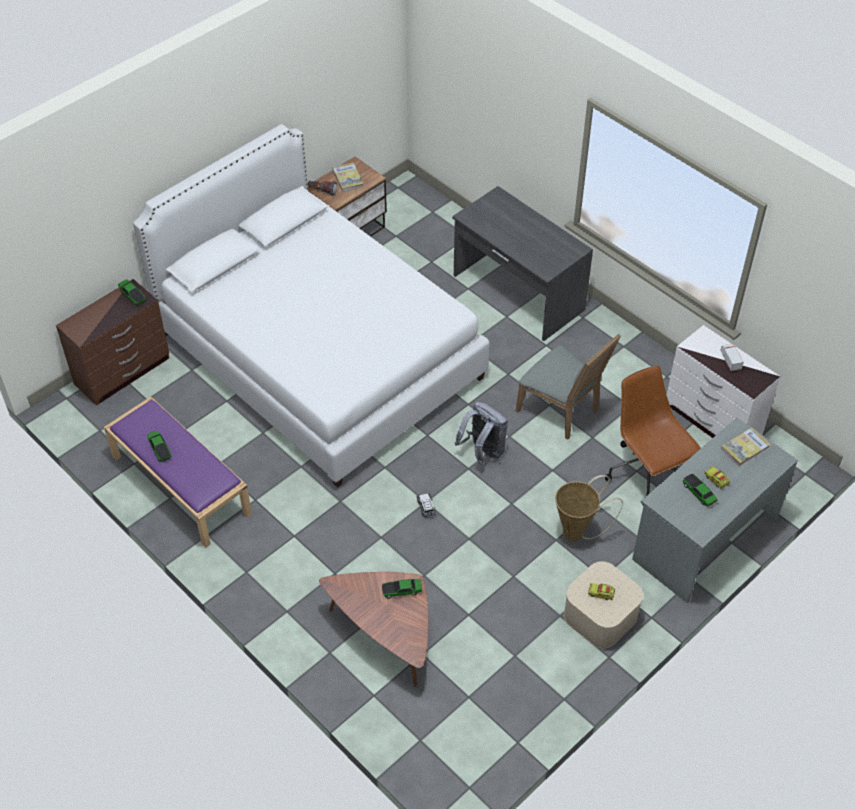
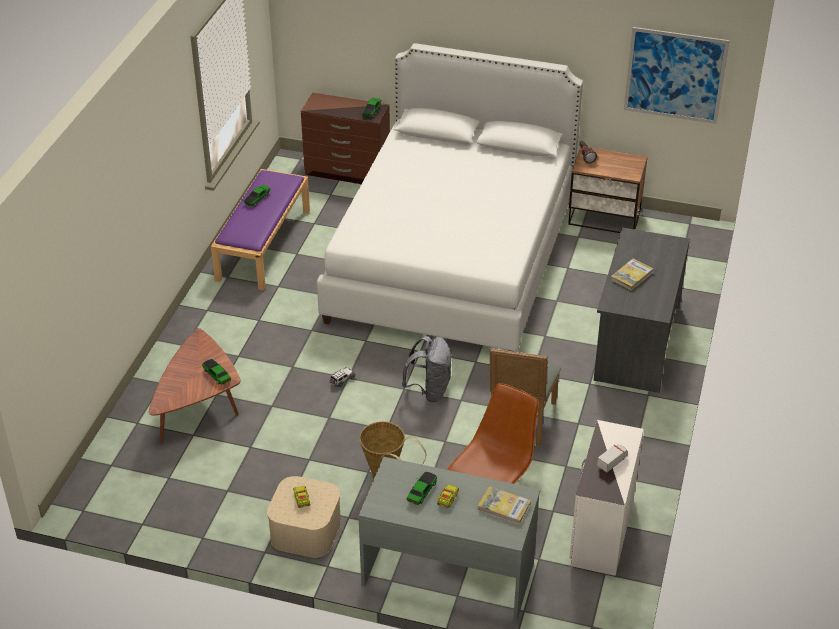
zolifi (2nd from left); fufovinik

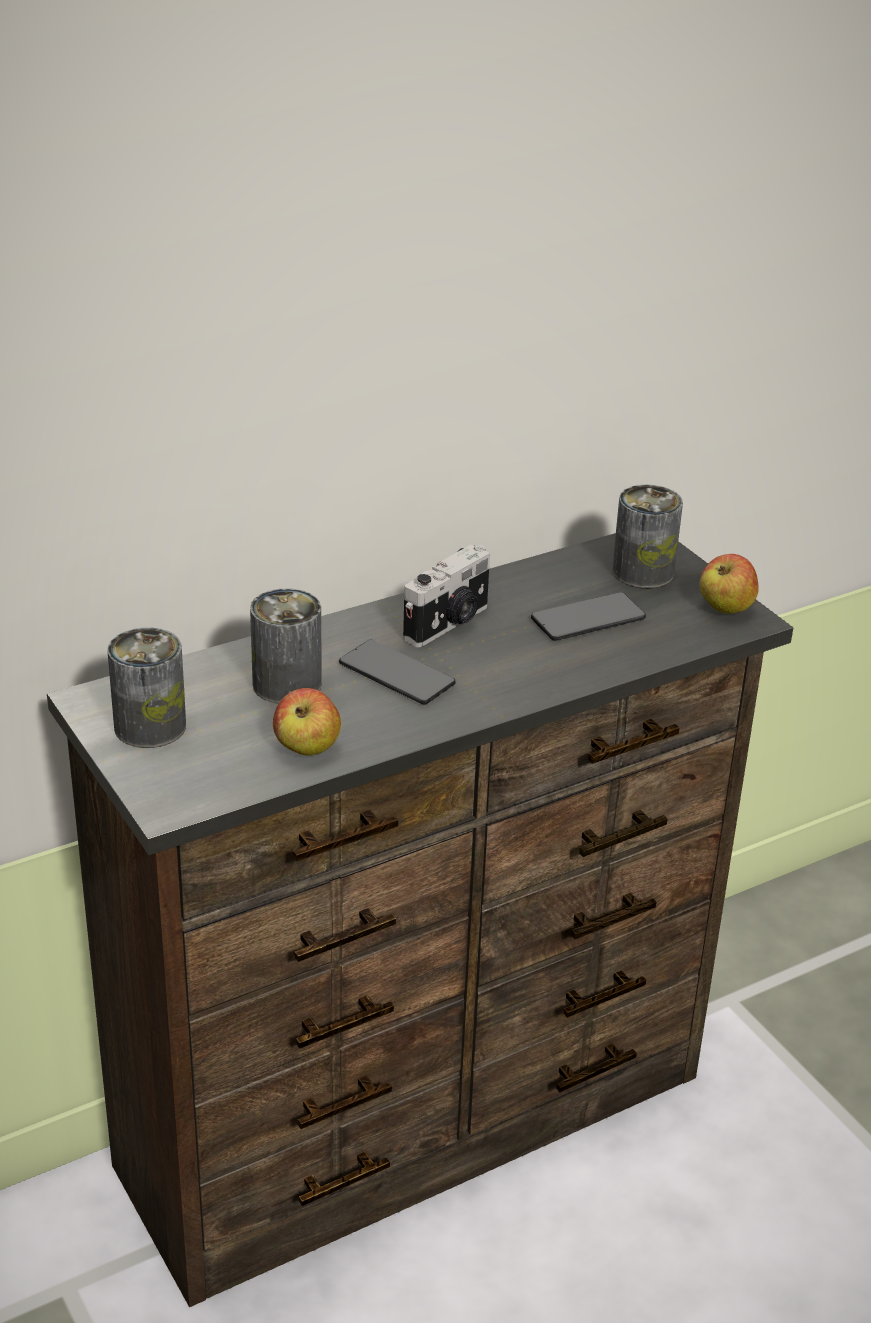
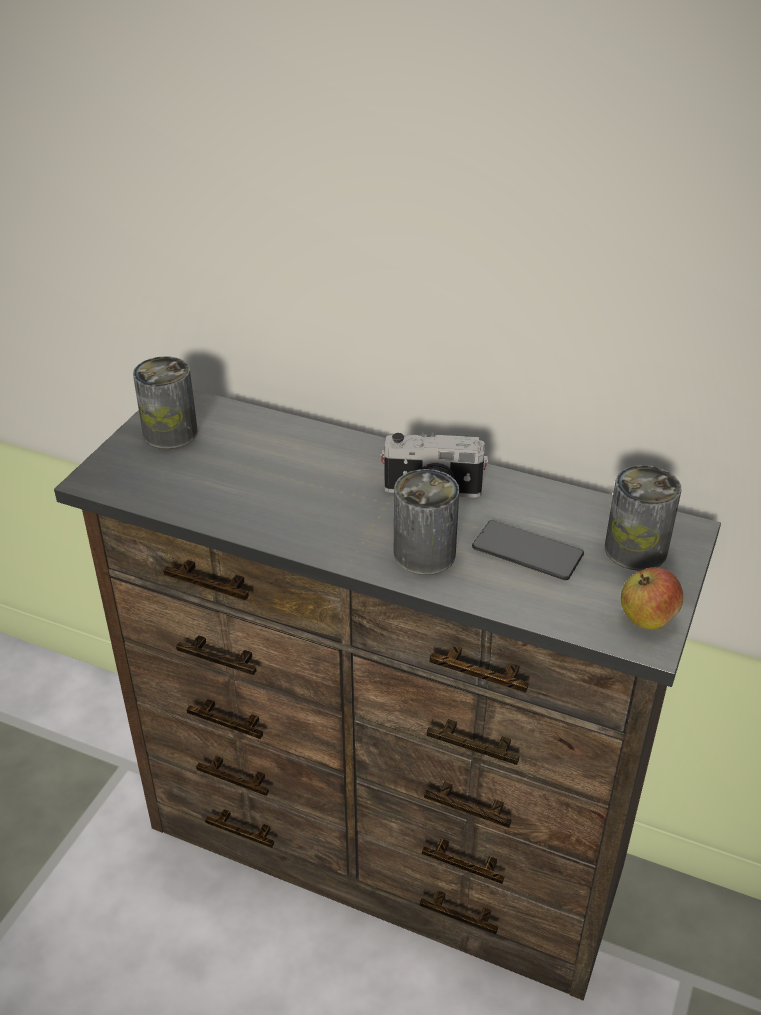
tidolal (2nd from left); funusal (1st from left in the first image); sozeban (1st from left in the first image)

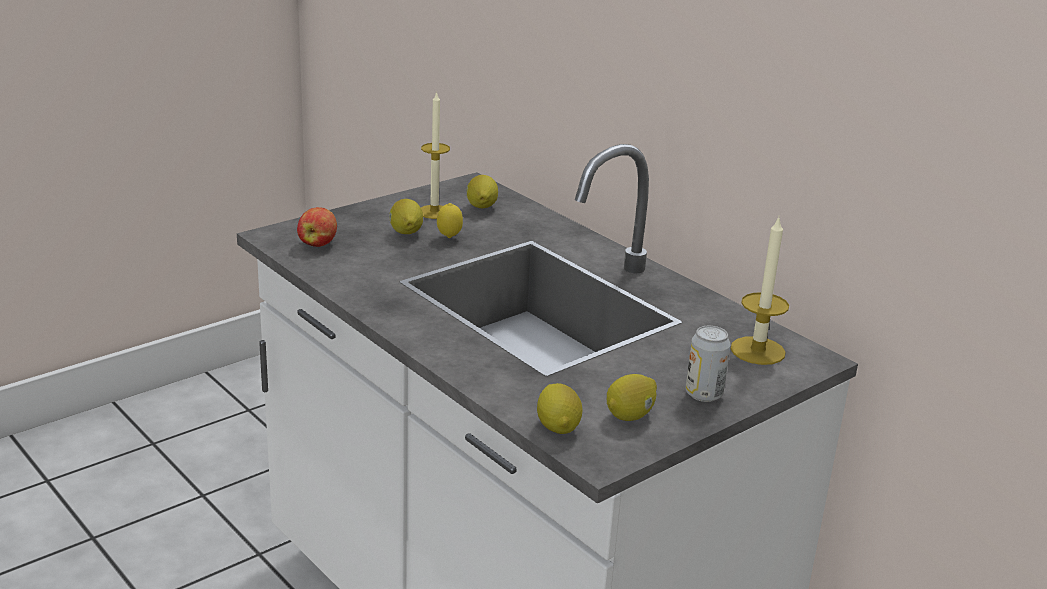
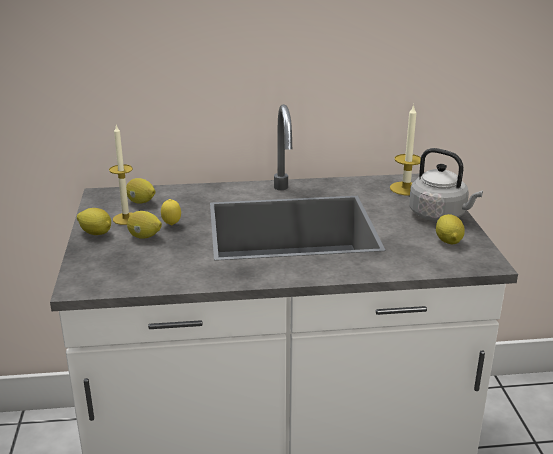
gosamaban (1st from left); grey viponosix; funusal

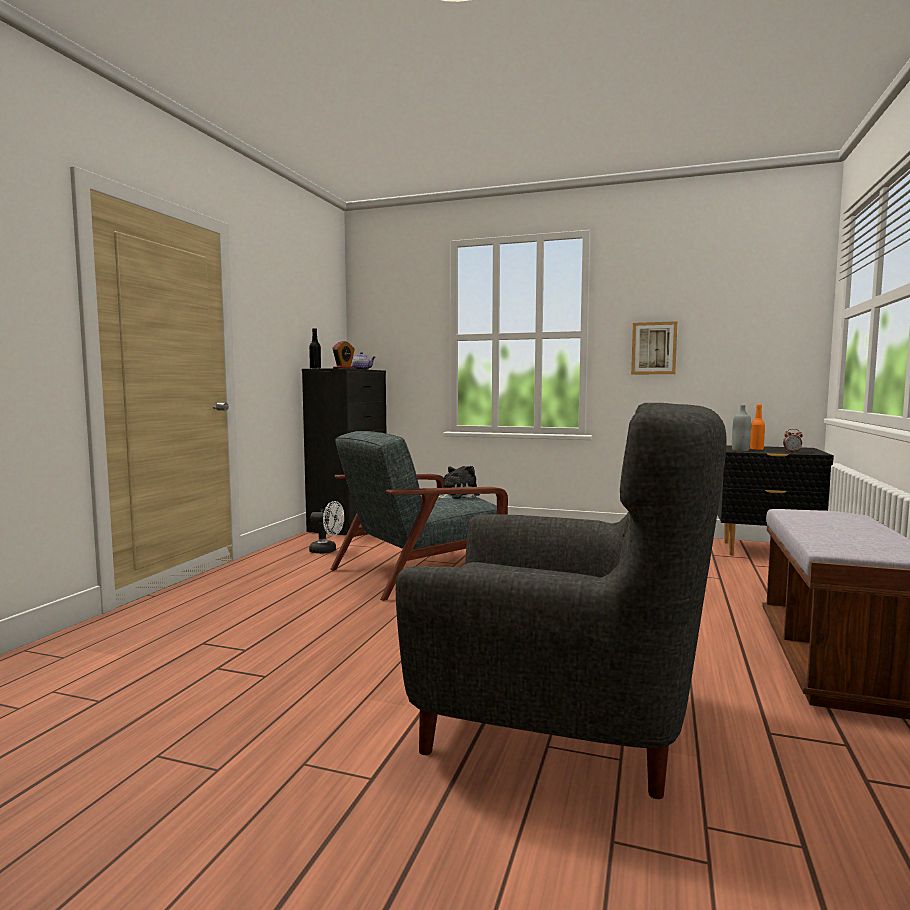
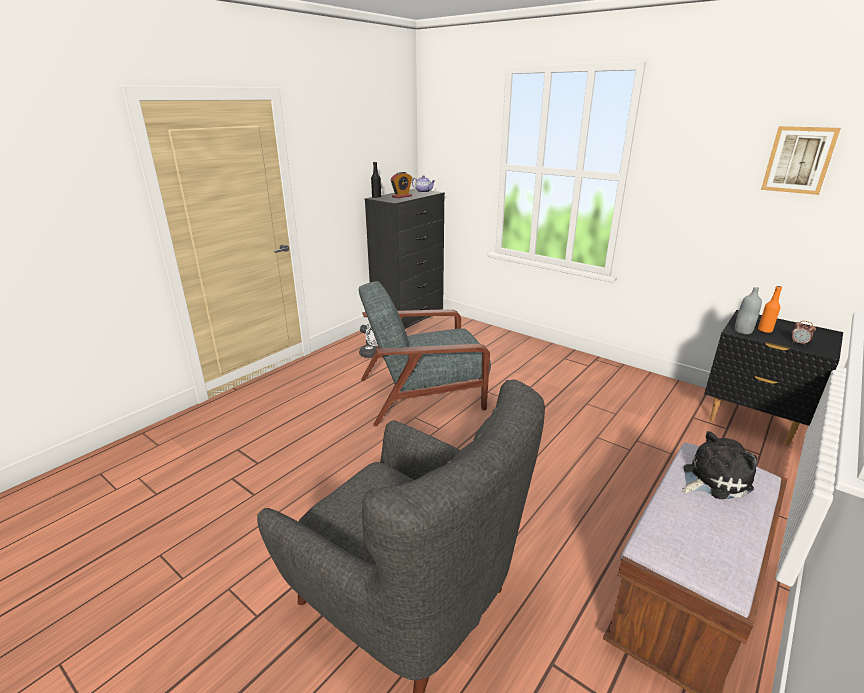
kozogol; fufovinik

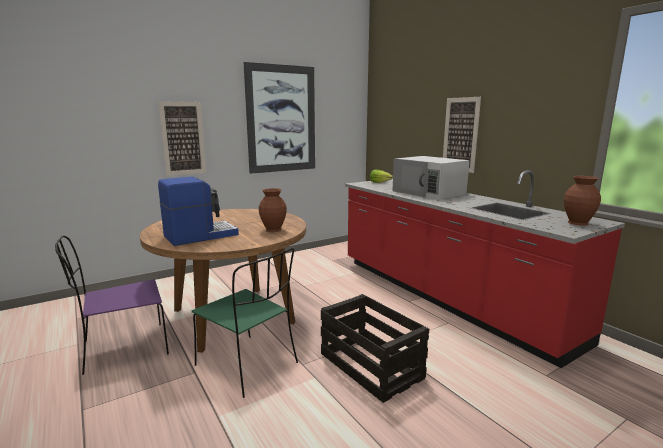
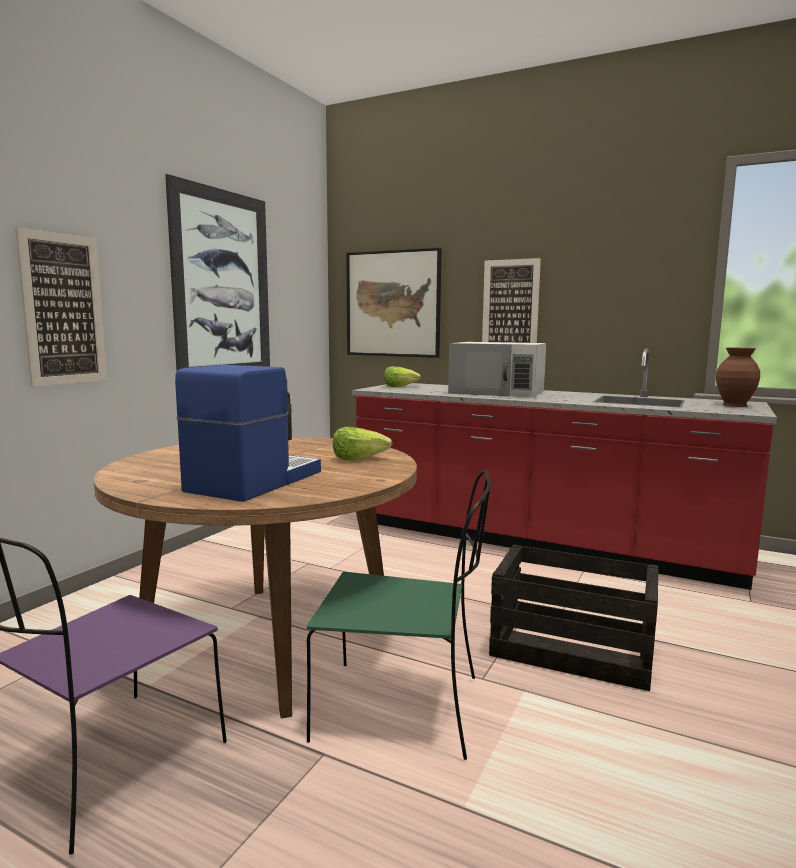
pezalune (1st from left); fufovinik (3rd from left)

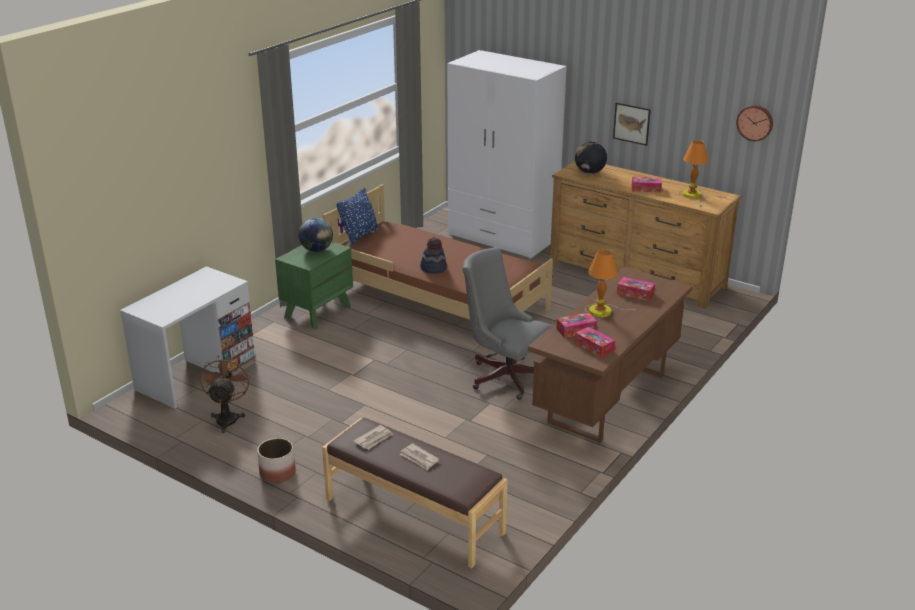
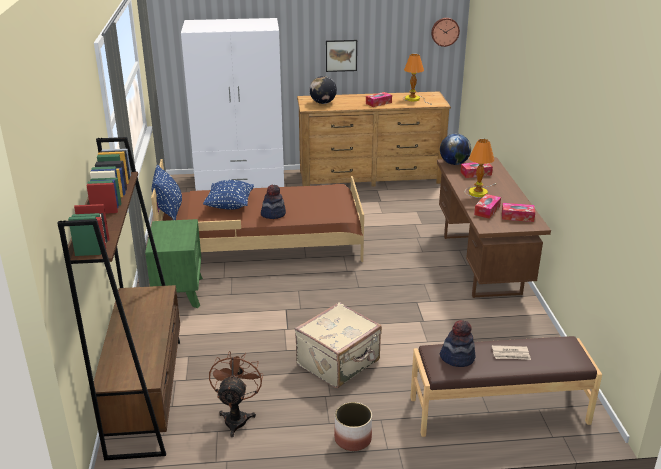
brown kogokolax; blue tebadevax (2nd from left); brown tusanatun; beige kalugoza; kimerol (2nd from left); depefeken (2nd from left); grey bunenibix

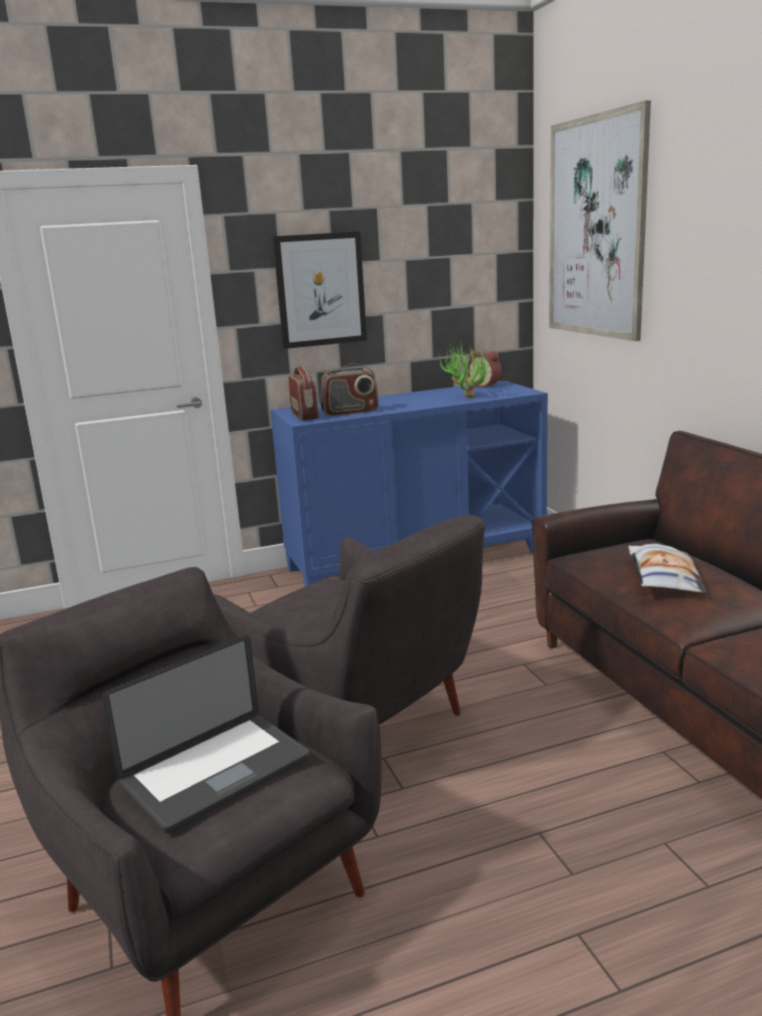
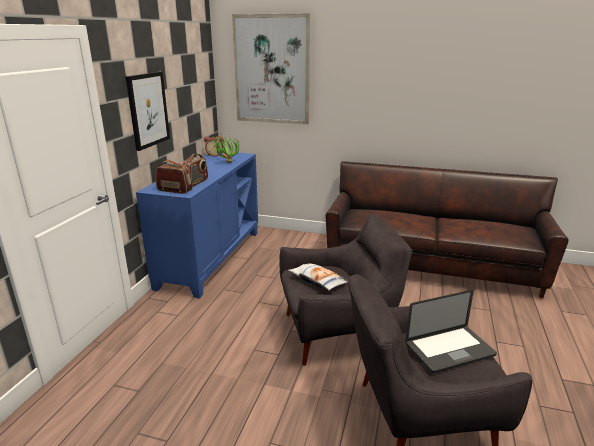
tebadevax; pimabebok

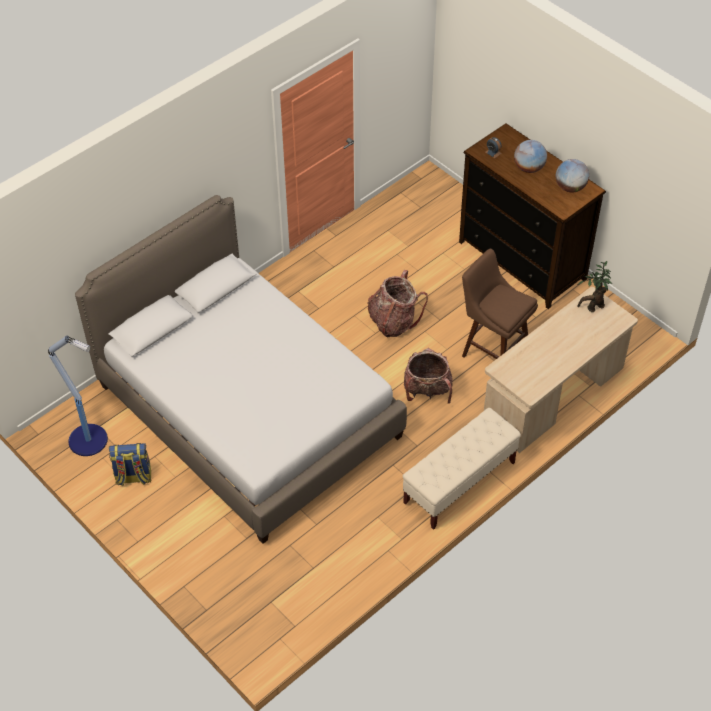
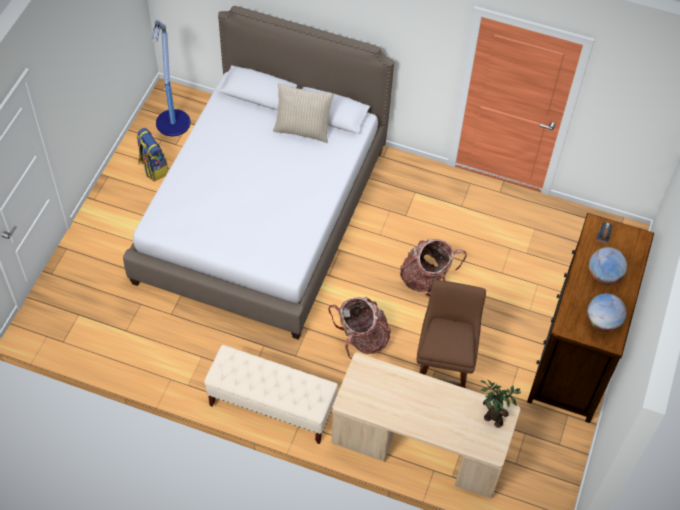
beige tebadevax

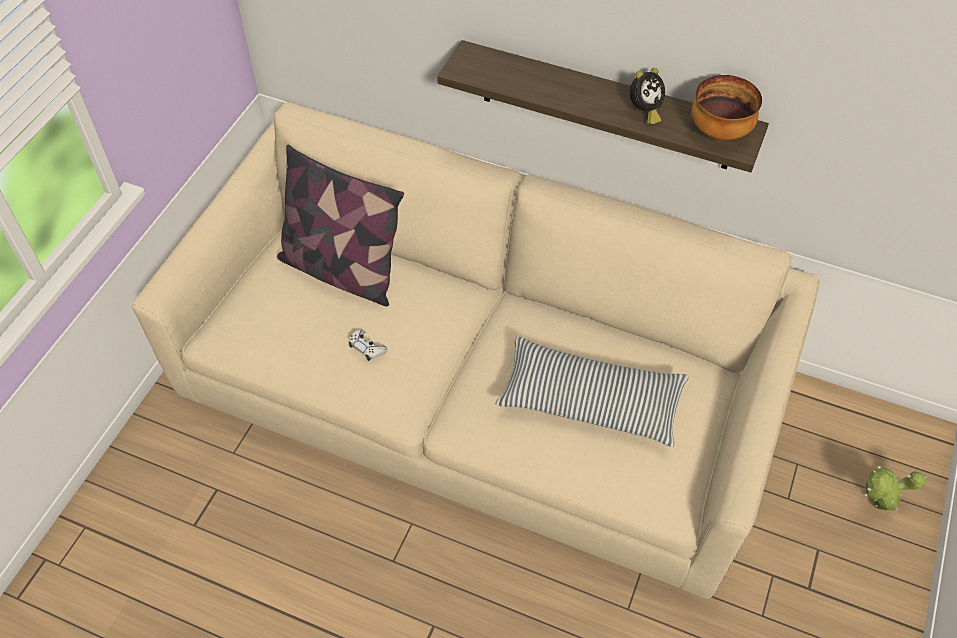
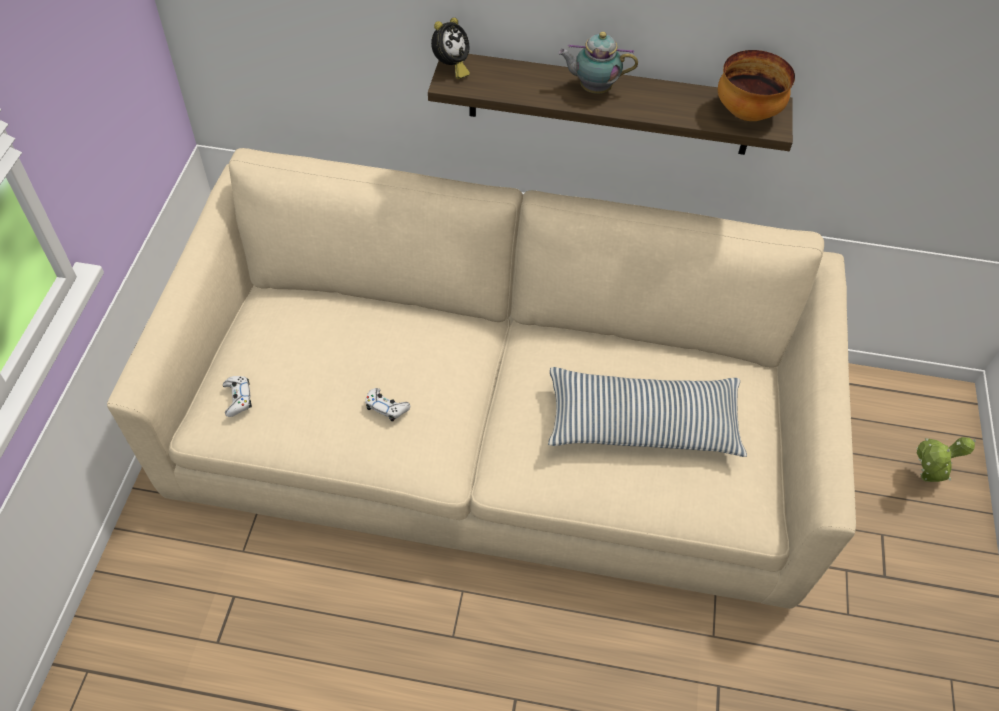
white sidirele (1st from left); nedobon; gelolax; tebadevax (1st from left in the first image)

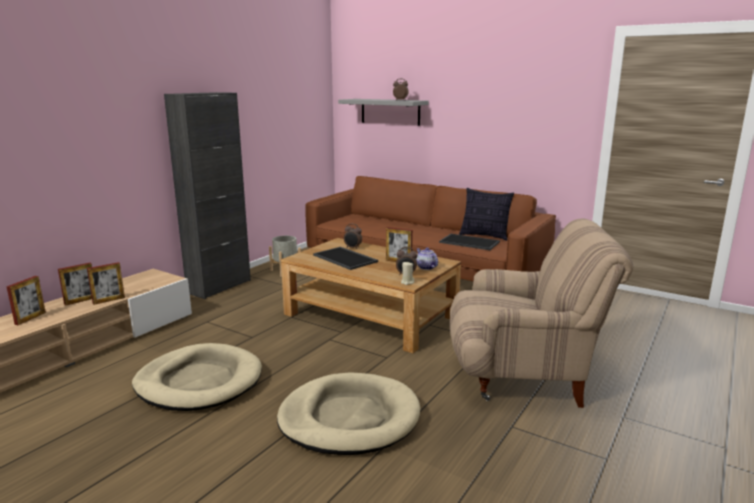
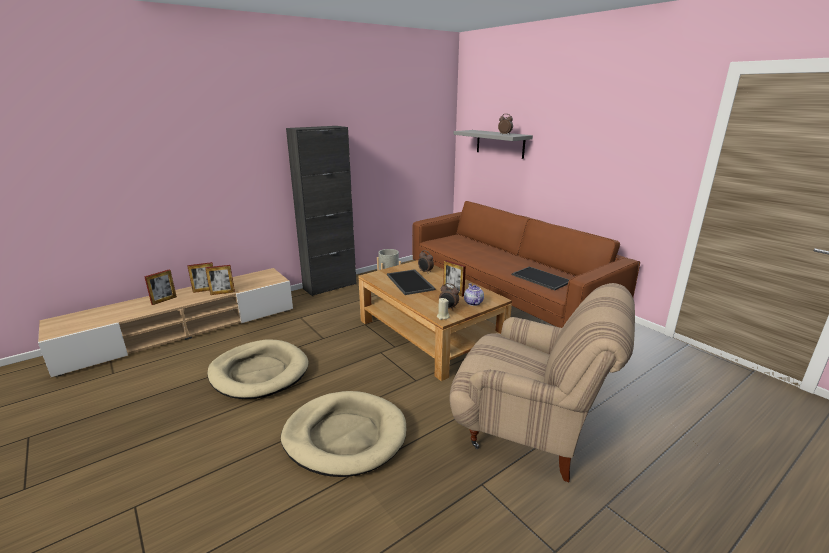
tebadevax

